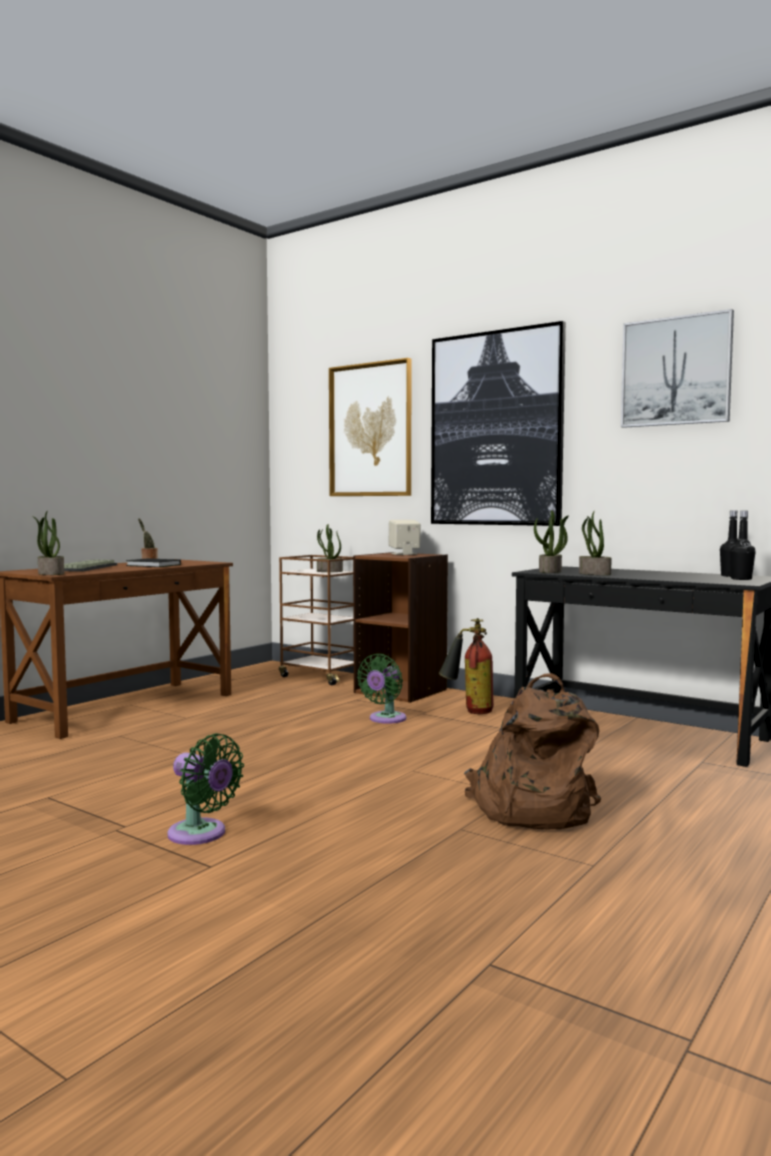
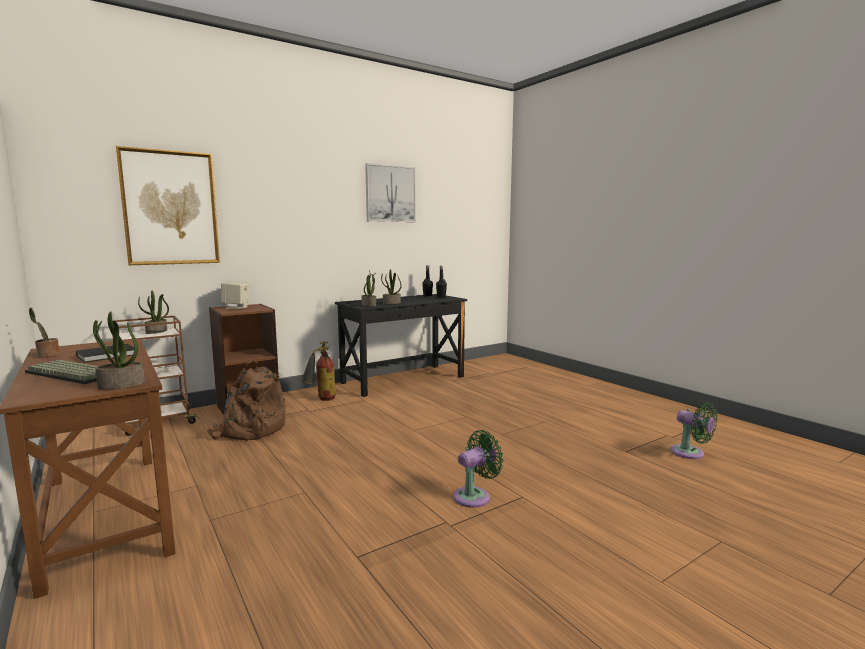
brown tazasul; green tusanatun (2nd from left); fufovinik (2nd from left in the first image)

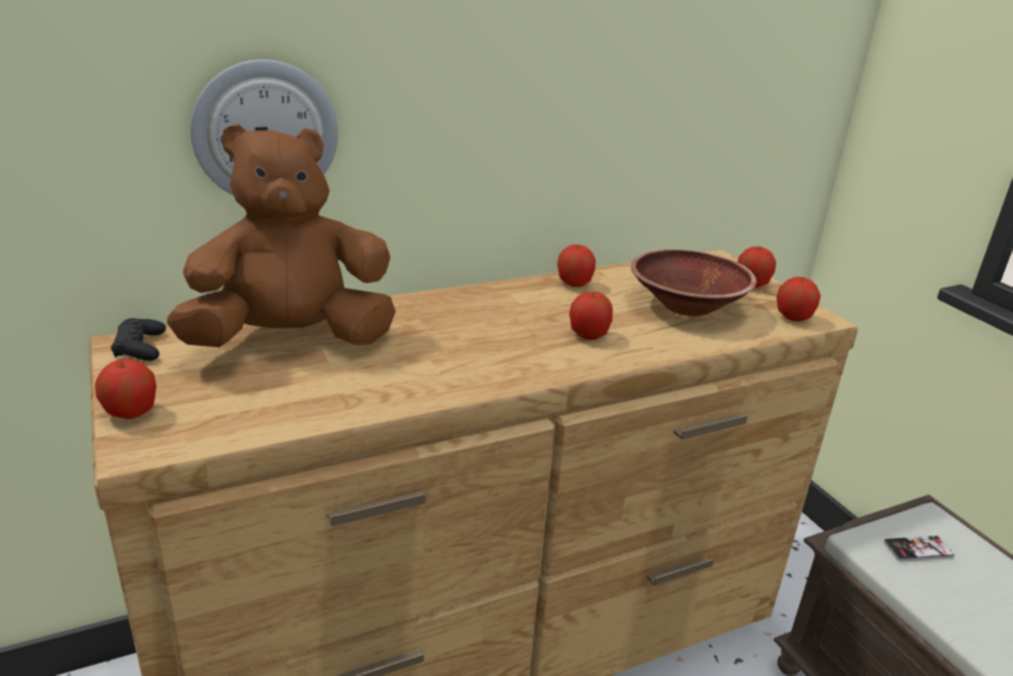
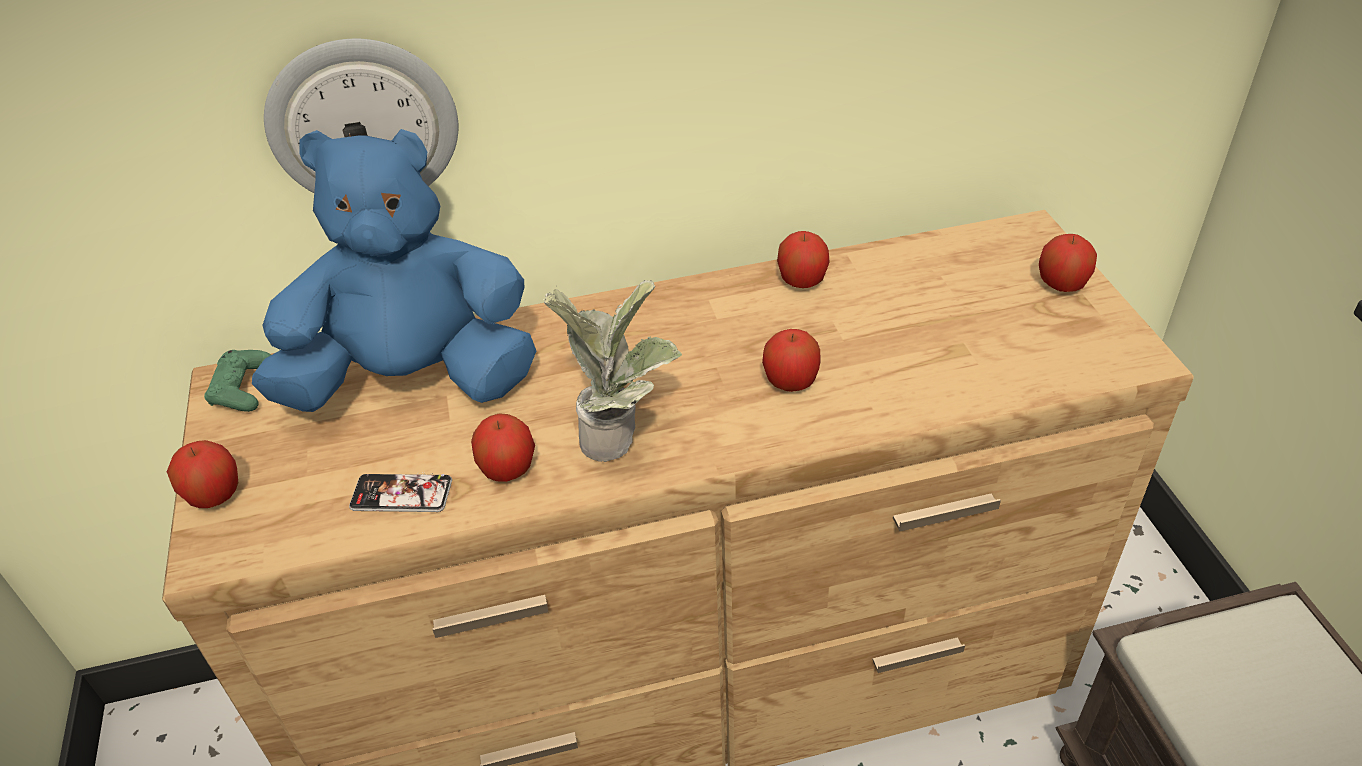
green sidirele; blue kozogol; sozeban; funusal (2nd from left); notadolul; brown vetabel

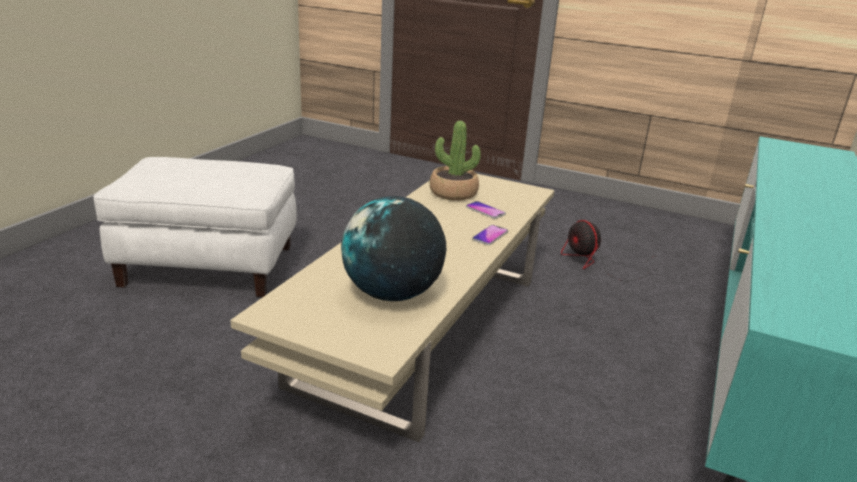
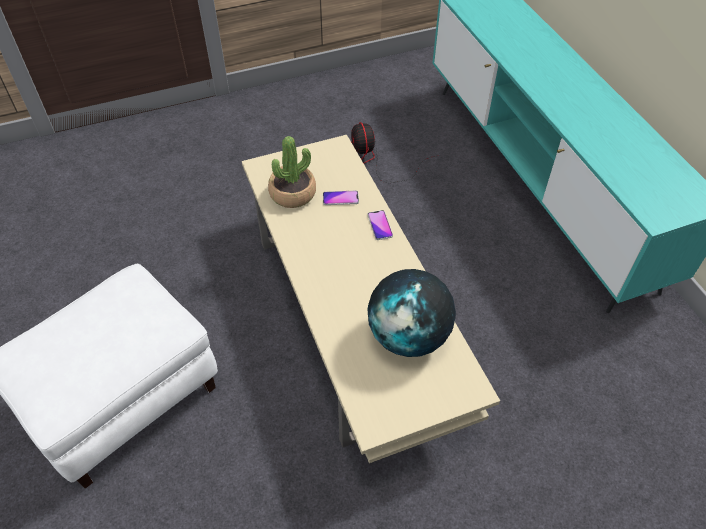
tusanatun

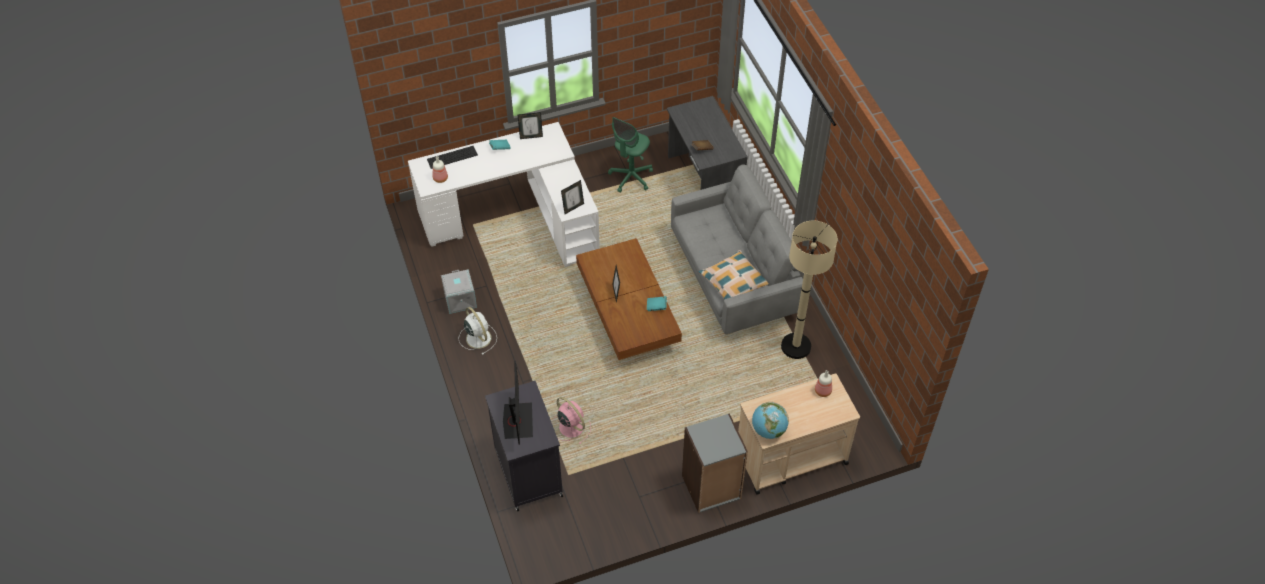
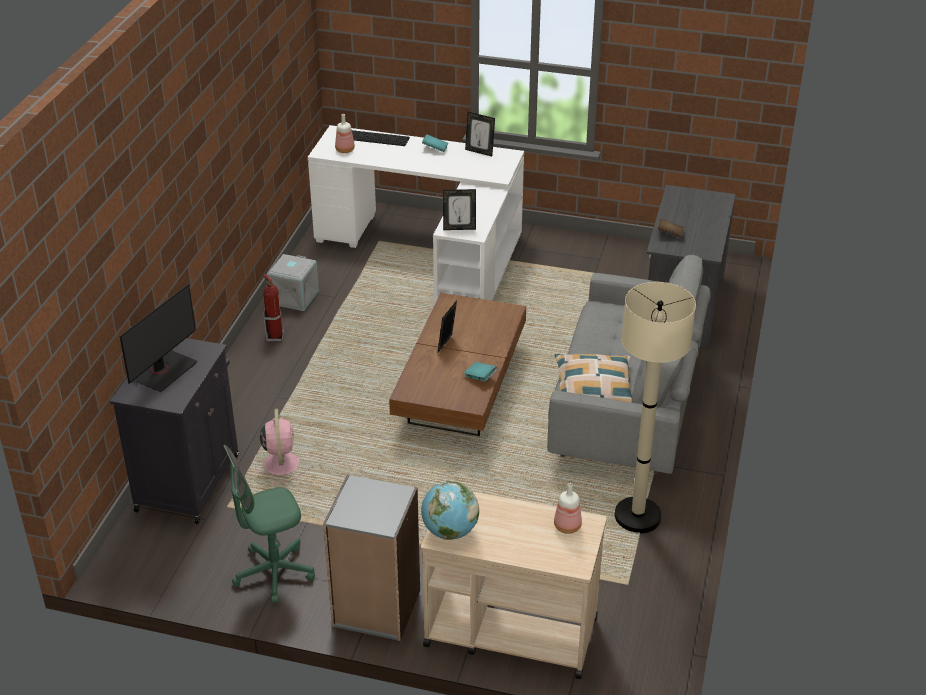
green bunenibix; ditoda

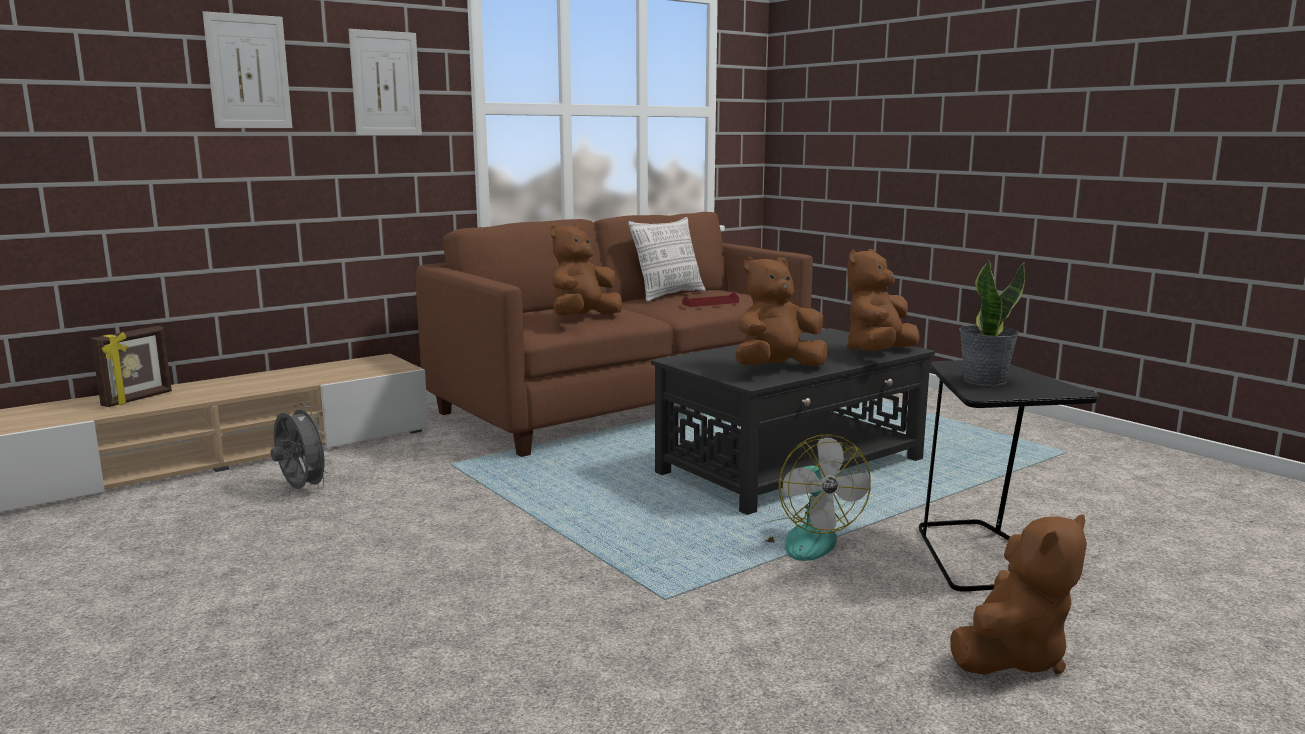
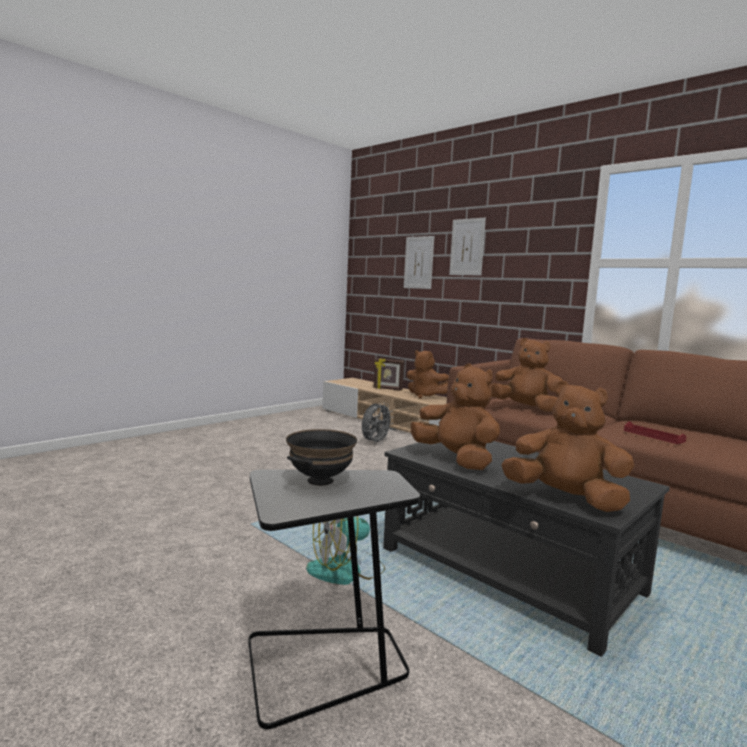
black vetabel; fufovinik (1st from left); brown kozogol (1st from left); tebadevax

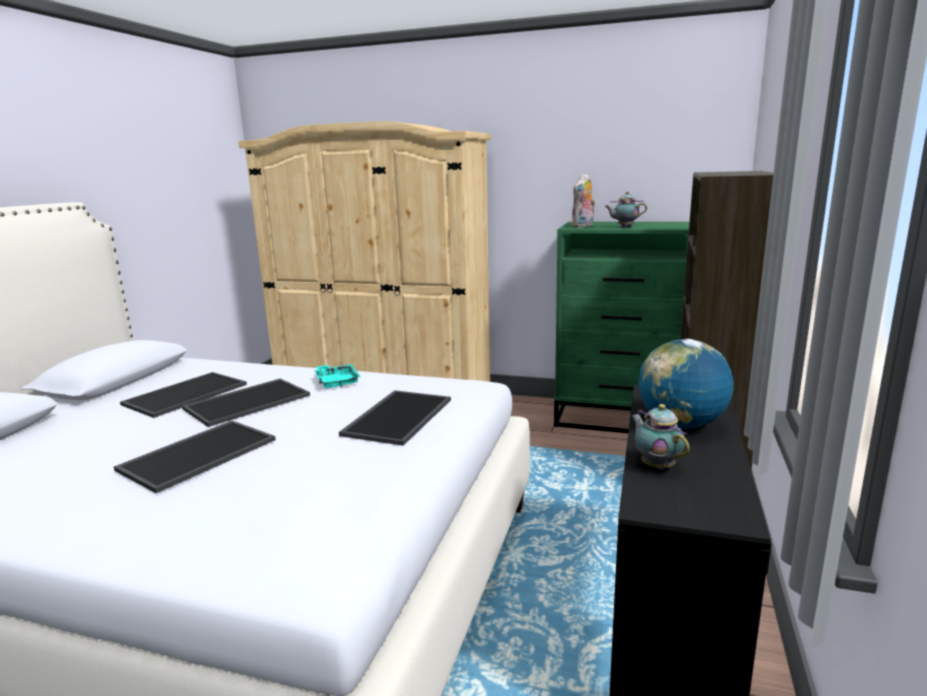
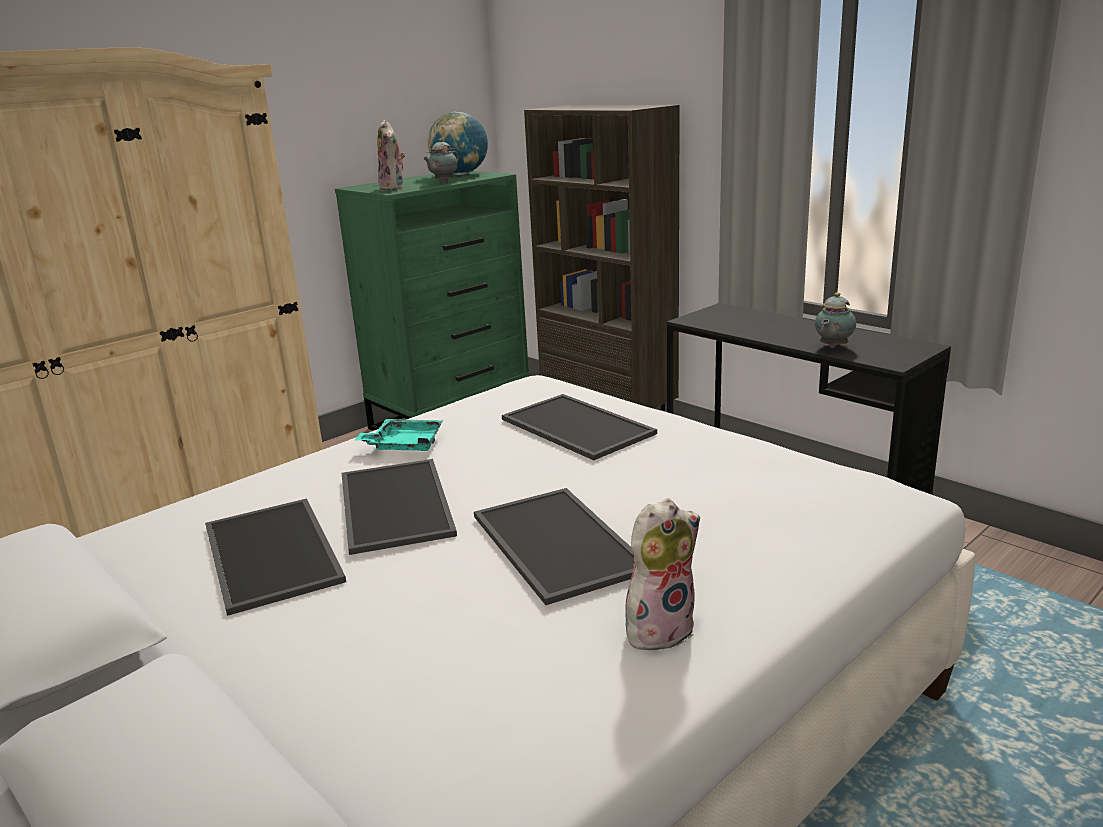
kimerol; kozogol (2nd from left); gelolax (2nd from left)

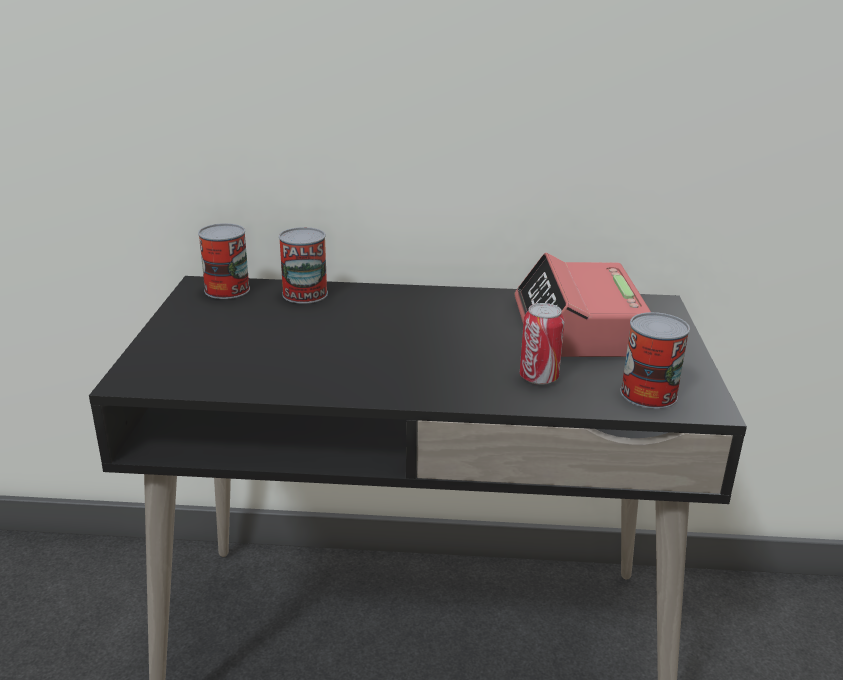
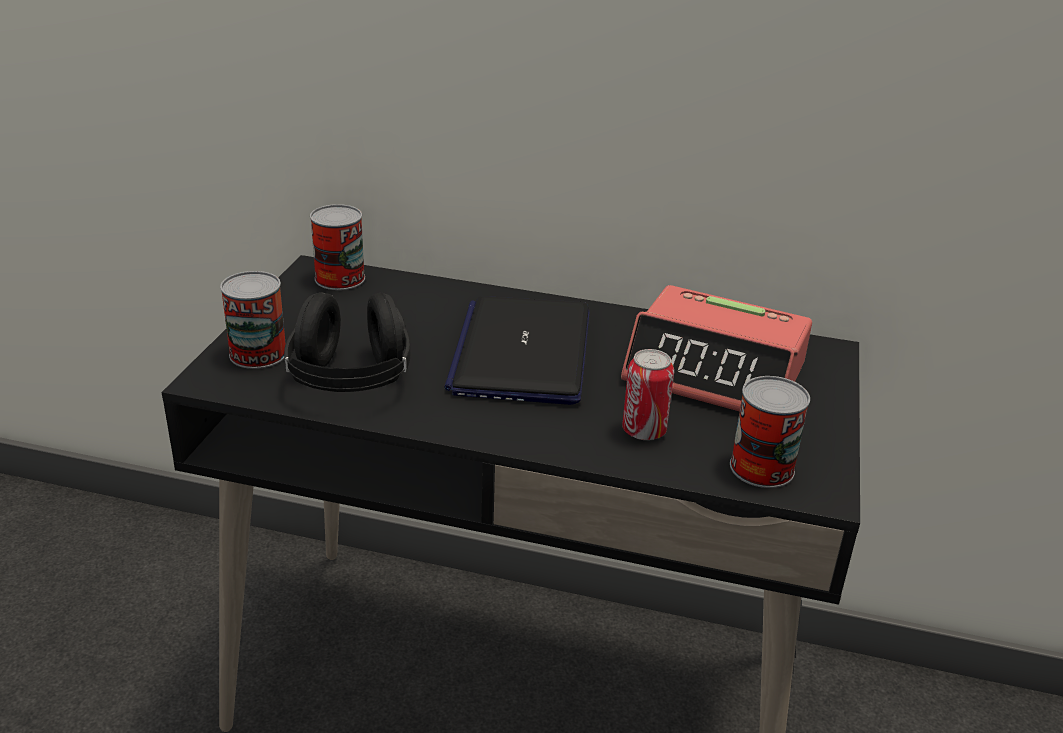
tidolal (1st from left); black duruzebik; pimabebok; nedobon

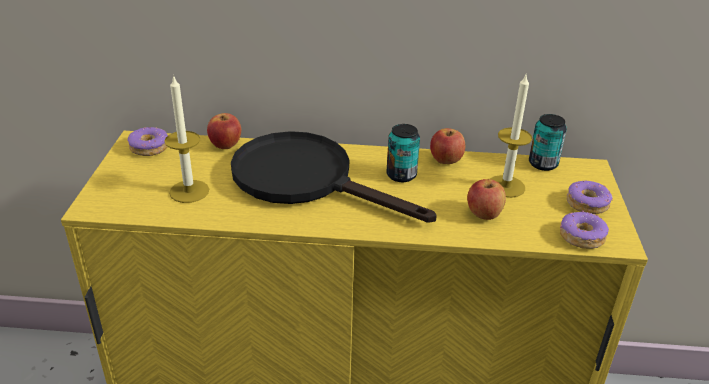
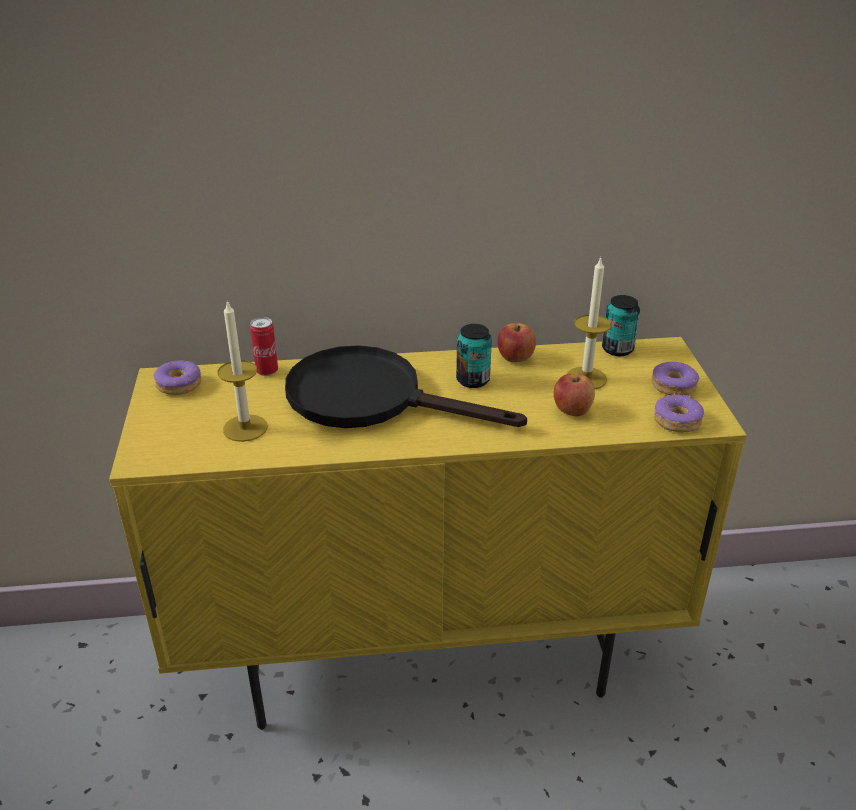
tidolal (1st from left)

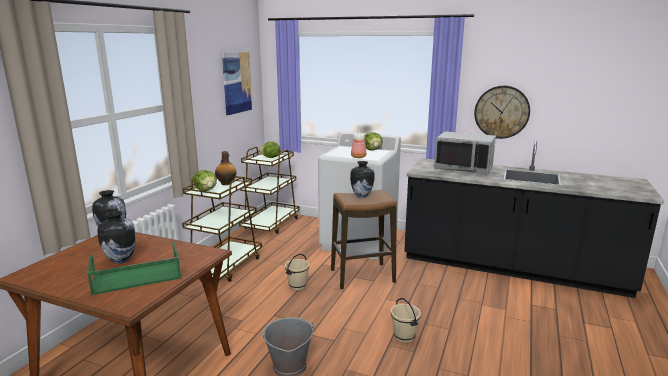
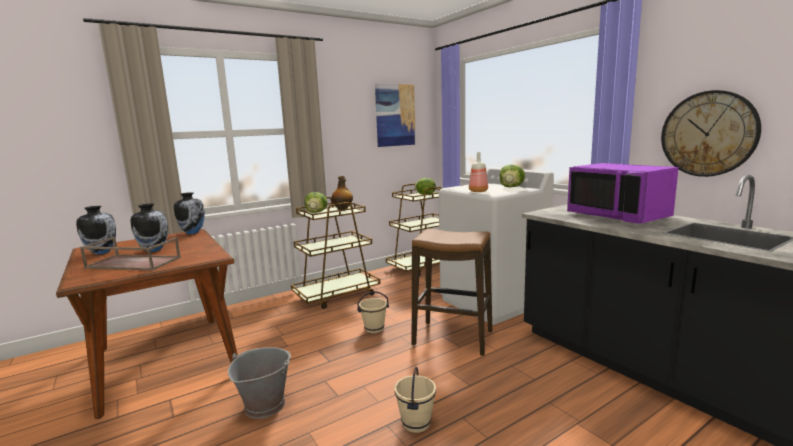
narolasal (1st from left); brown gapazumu; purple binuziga

